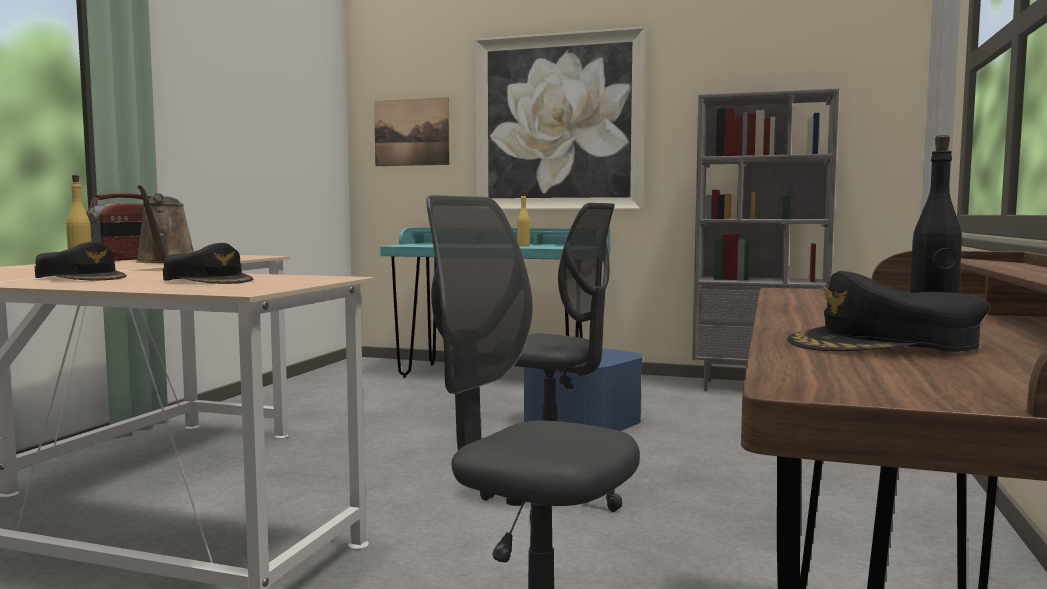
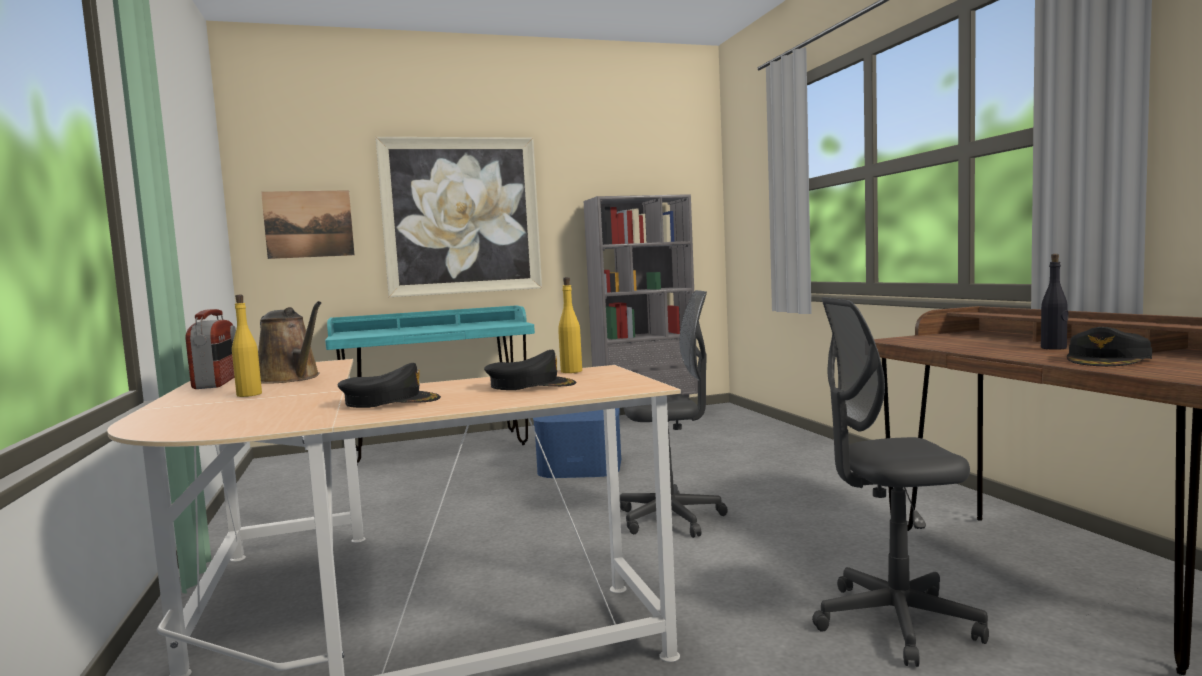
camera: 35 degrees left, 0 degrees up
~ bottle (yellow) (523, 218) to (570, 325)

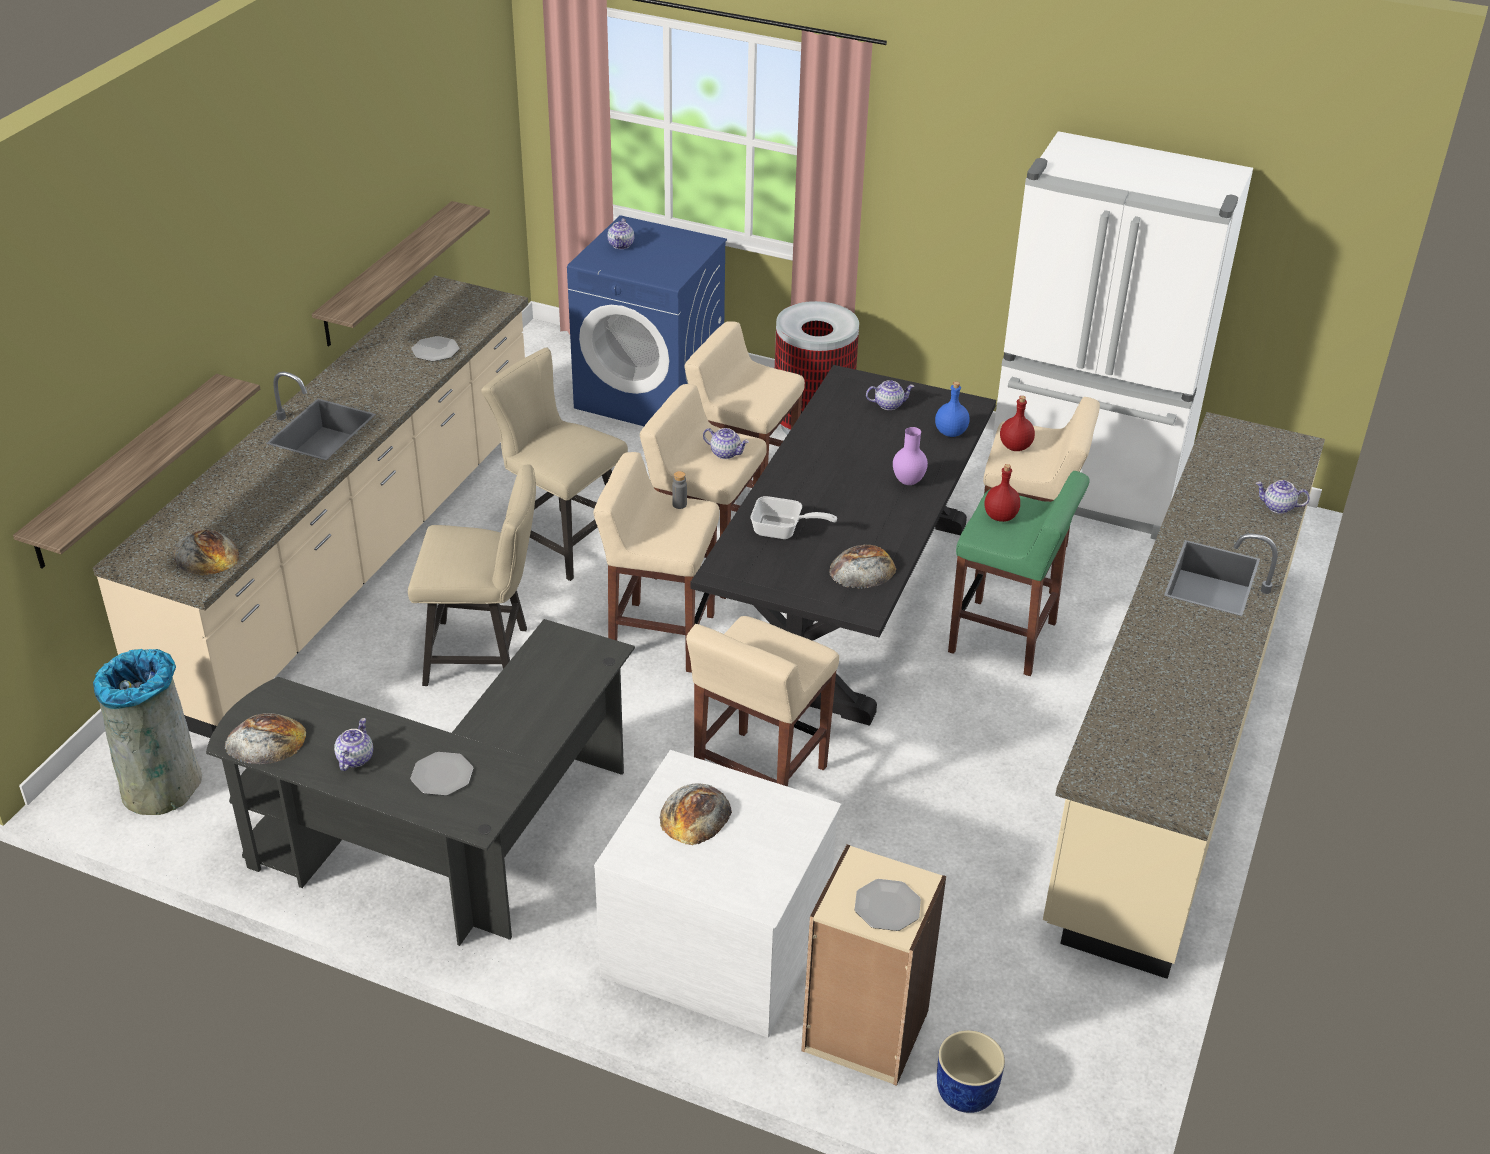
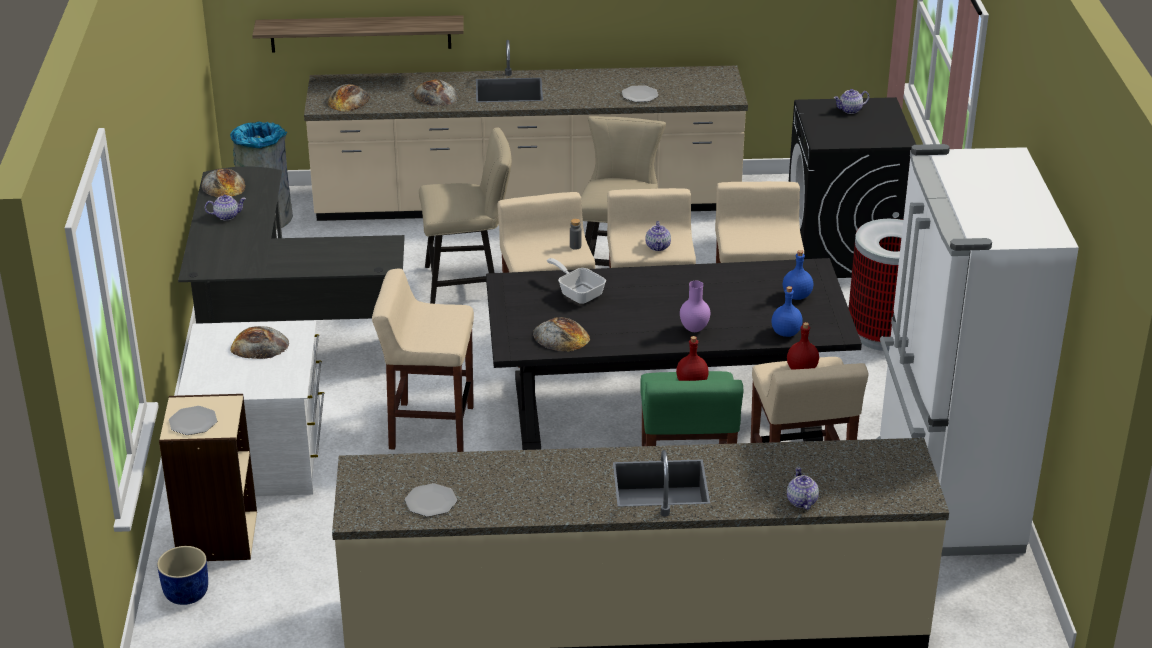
camera: 65 degrees right, 5 degrees down
- shelf (401, 273)
~ washing machine (blue) (647, 320) to washing machine (black) (852, 187)
~ teapot (890, 395) to bottle (blue) (798, 275)
~ chair (beige) (472, 575) = (465, 215) 75 degrees counterclockwise
~ frying pan (793, 517) = (576, 281) 150 degrees clockwise
~ plate (441, 774) to (431, 500)
+ bread (436, 92)

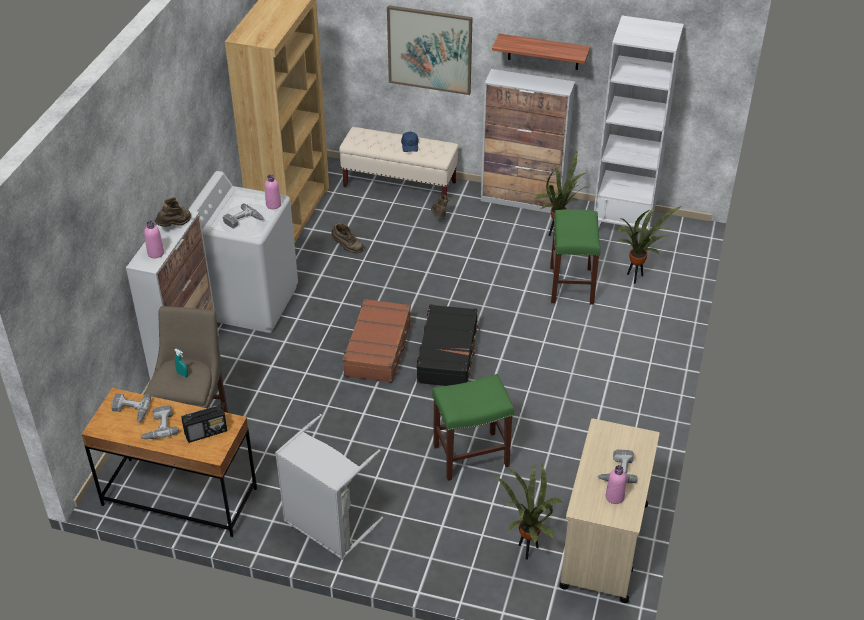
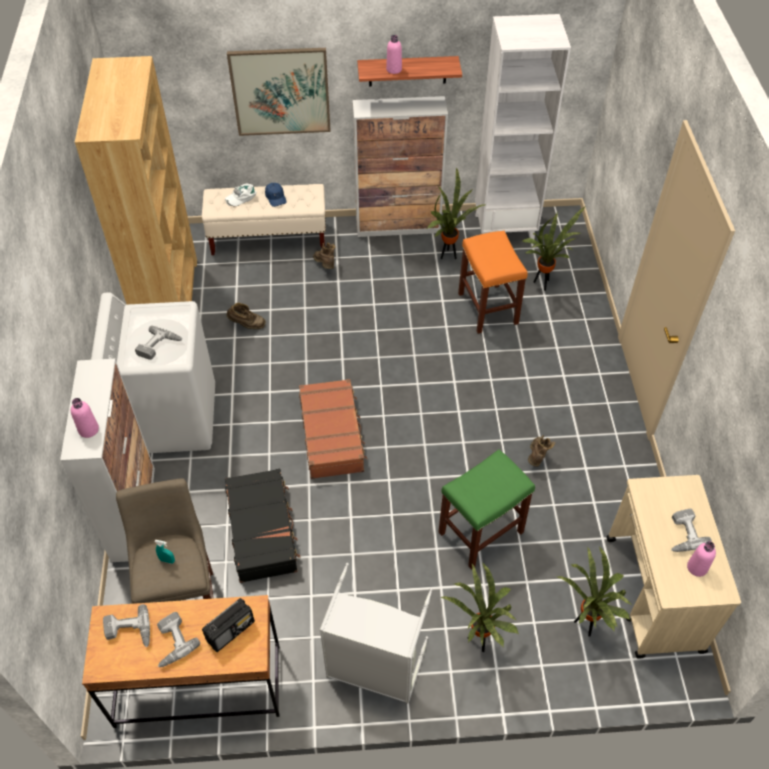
camera: 20 degrees left, 10 degrees up
~ bottle (pink) (273, 192) to (394, 54)
~ boot (brown) (172, 212) to (541, 451)
~ stool (green) (575, 257) to stool (orange) (493, 282)
~ suitcase (black) (448, 345) to (263, 526)
+ cap (white) (241, 195)
+ potted plant (479, 607)

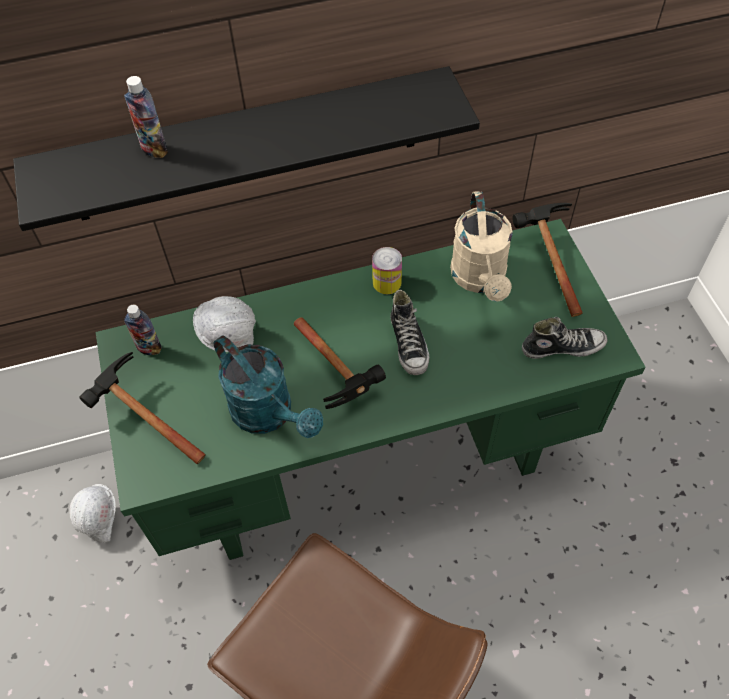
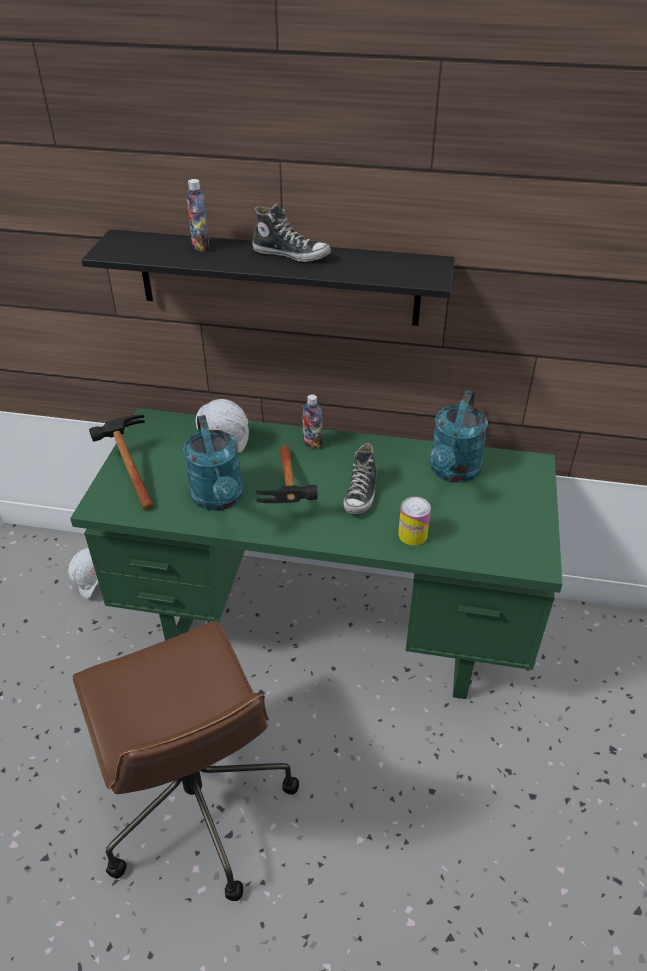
camera: 25 degrees right, 15 degrees down
~ watering can (beige) (481, 246) to watering can (turquoise) (459, 436)
- hammer (547, 260)
~ can (387, 270) to (414, 521)
~ bottle (143, 330) to (312, 421)
~ shoe (565, 338) to (291, 233)

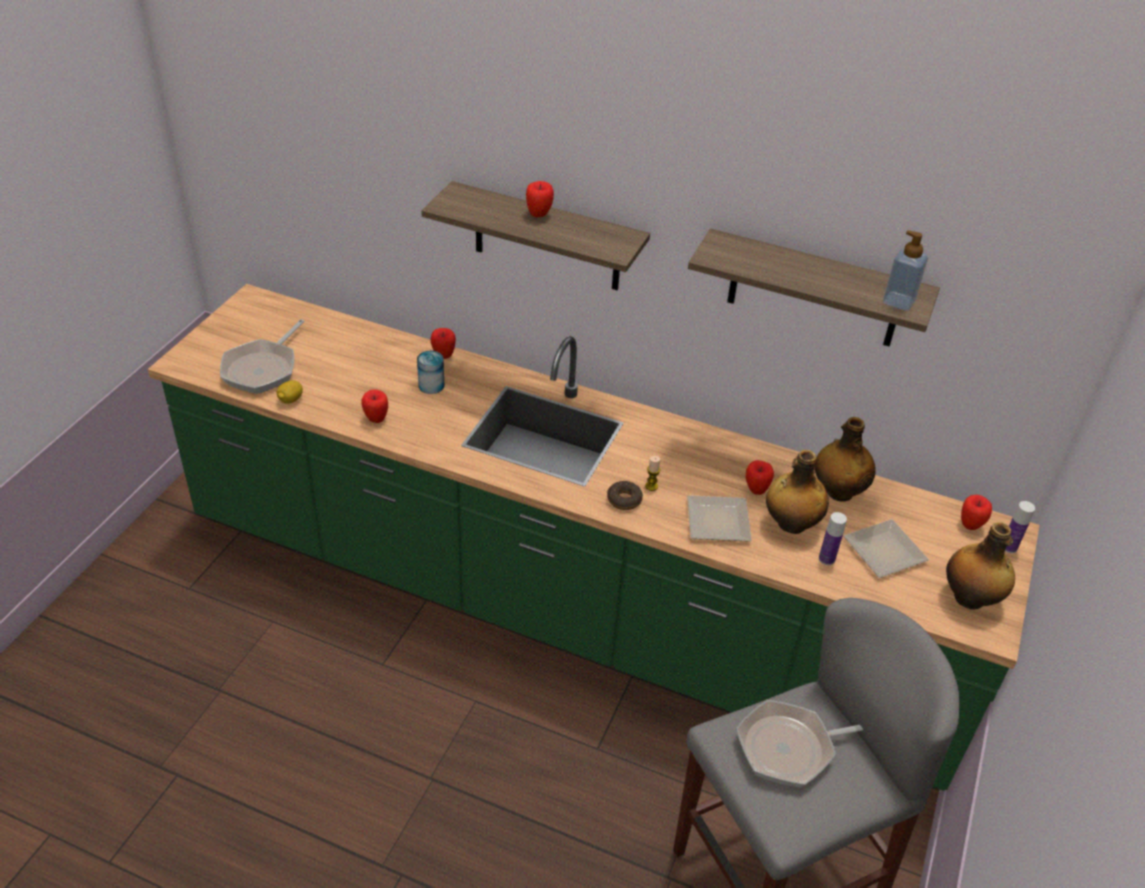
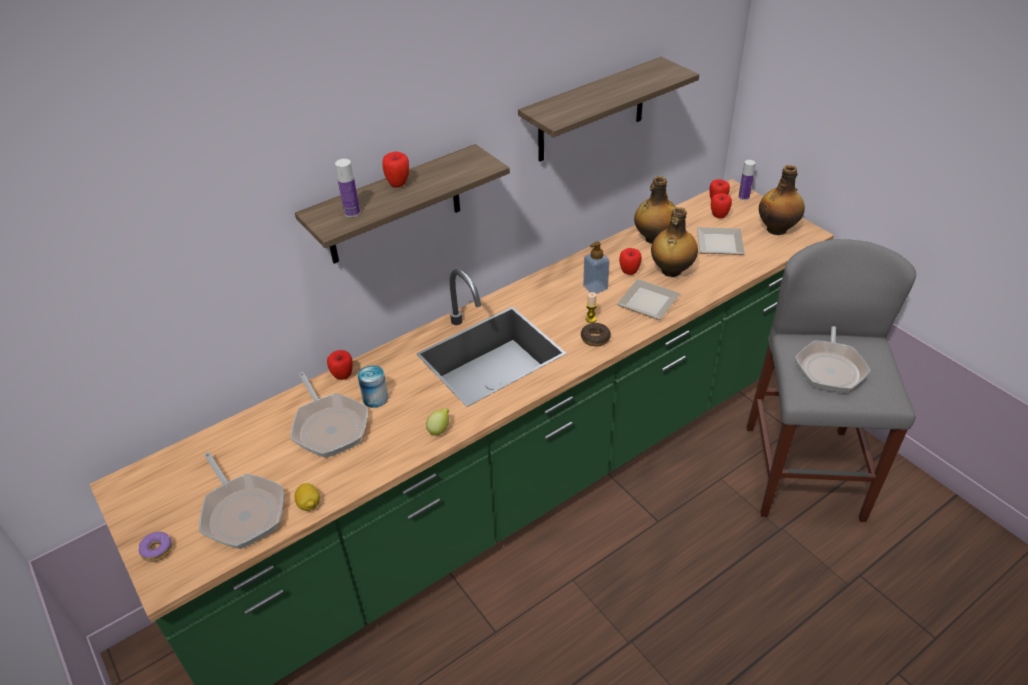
camera: 55 degrees left, 0 degrees up
~ soap dispenser (905, 270) to (596, 267)
~ apple (375, 406) to (721, 206)
~ bottle (833, 538) to (347, 188)
+ frying pan (329, 415)
+ lemon (437, 422)
+ donut (155, 547)

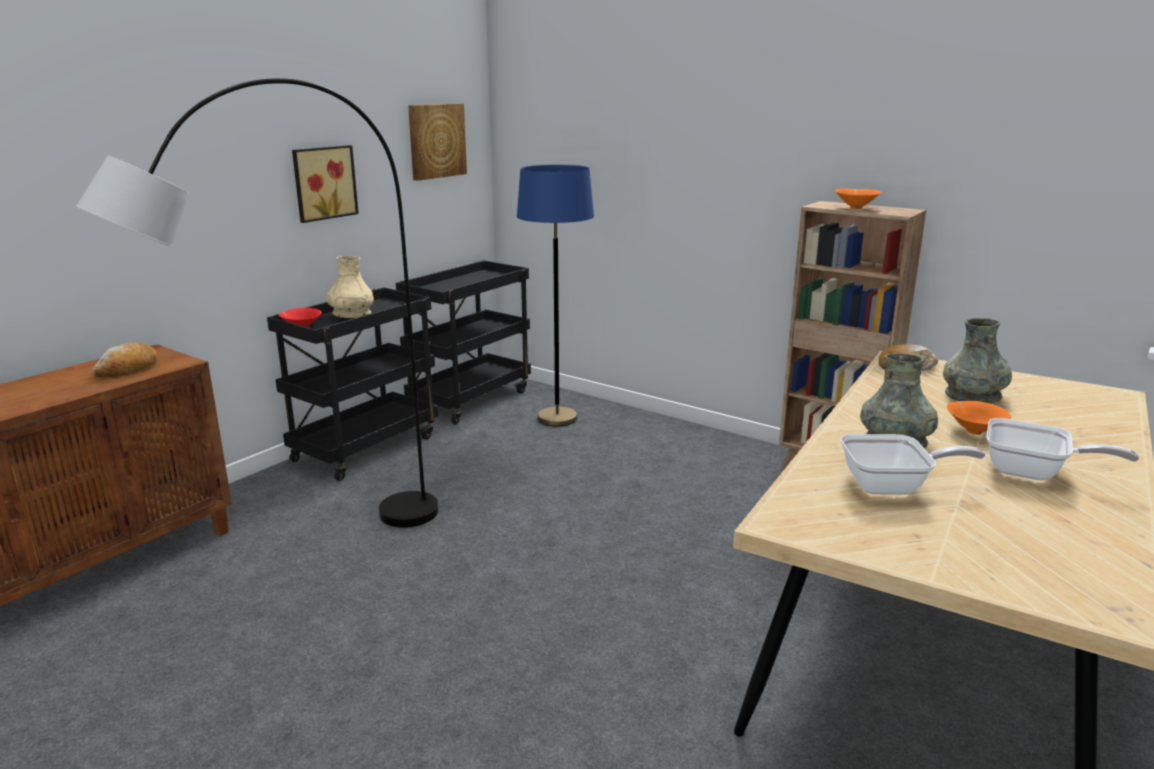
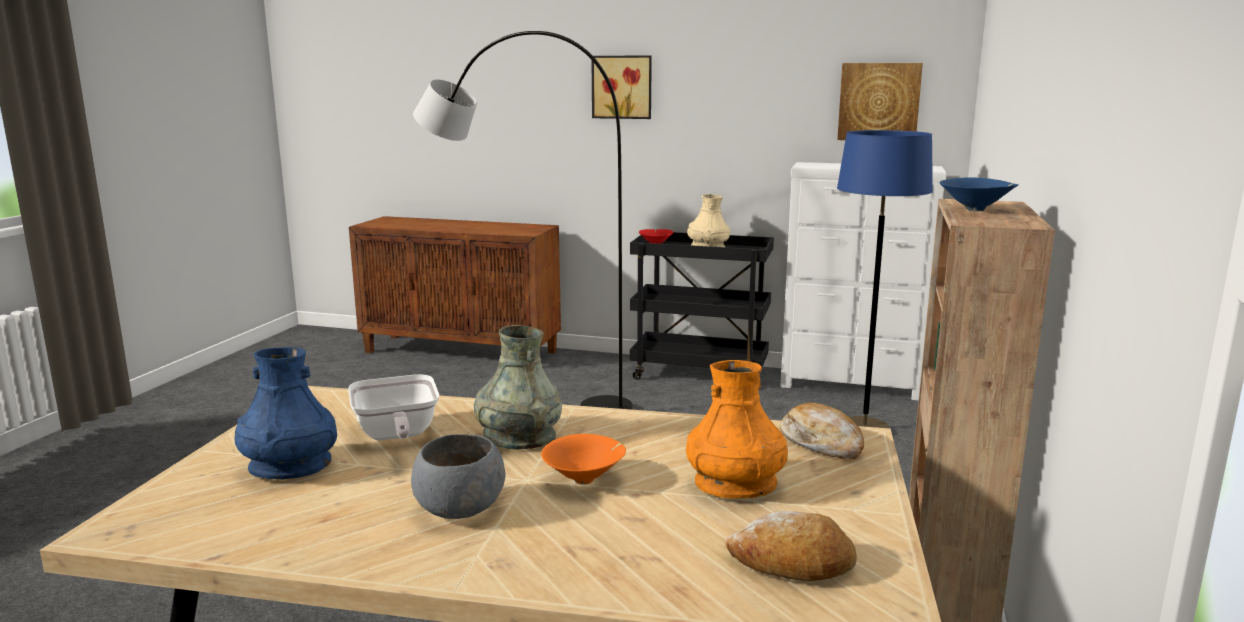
camera: 70 degrees right, 5 degrees down
~ picture (325, 184) to (622, 87)
~ bowl (orange) (858, 198) to bowl (blue) (978, 194)
~ cart (black) (463, 343) to dresser (white) (863, 281)
~ vase (grey) (977, 361) to vase (orange) (737, 429)
~ bread (125, 359) to (791, 546)
~ frying pan (1062, 449) to bowl (grey) (458, 476)
+ vase (blue) (286, 413)

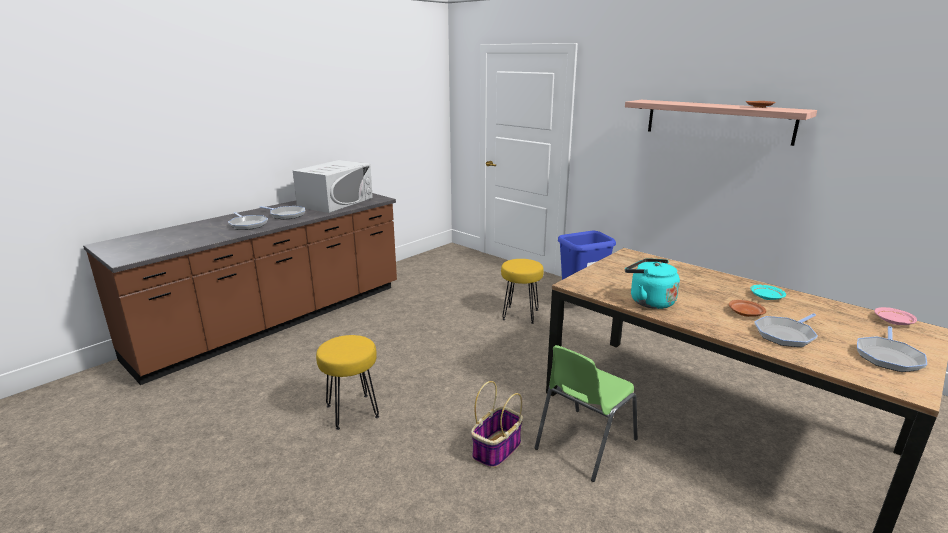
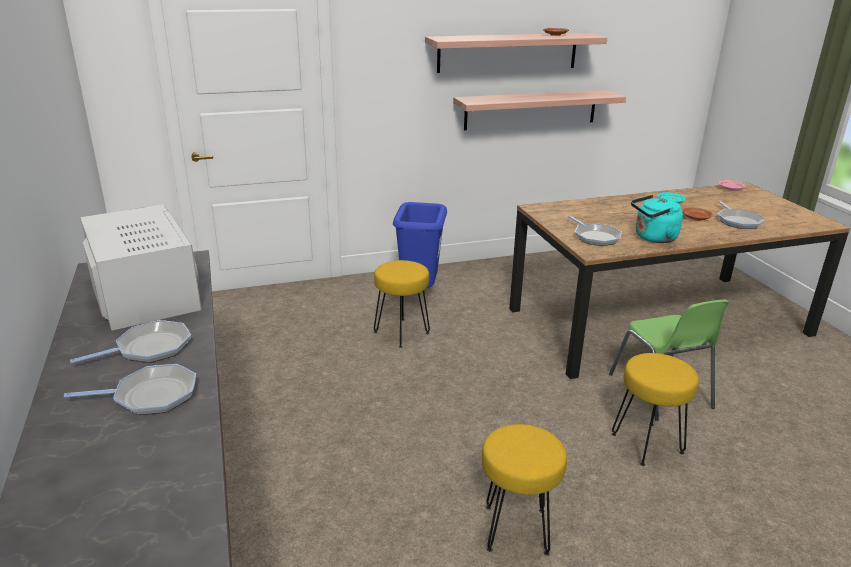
camera: 60 degrees left, 5 degrees up
~ frying pan (892, 349) to (594, 230)
~ basket (497, 424) to stool (yellow) (655, 409)
+ shelf (539, 110)

